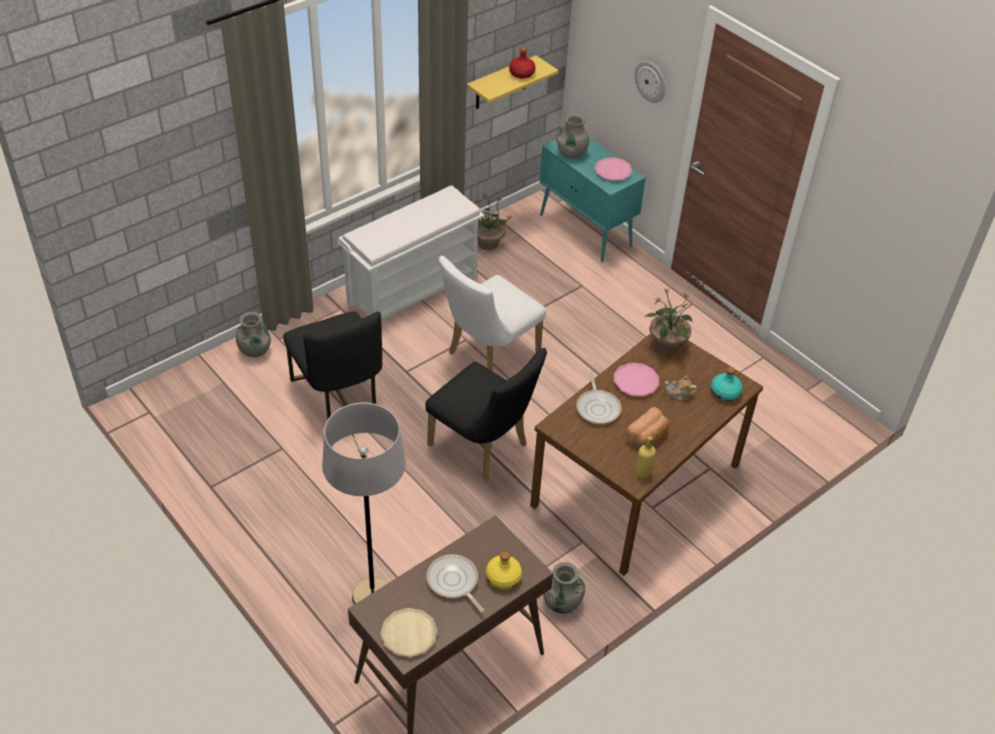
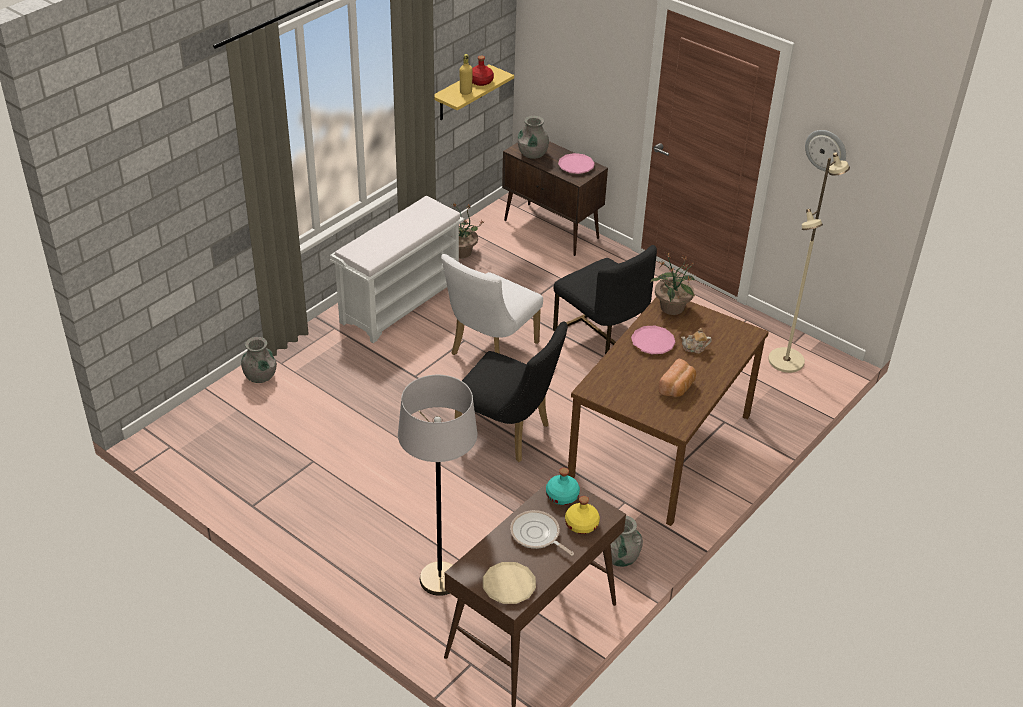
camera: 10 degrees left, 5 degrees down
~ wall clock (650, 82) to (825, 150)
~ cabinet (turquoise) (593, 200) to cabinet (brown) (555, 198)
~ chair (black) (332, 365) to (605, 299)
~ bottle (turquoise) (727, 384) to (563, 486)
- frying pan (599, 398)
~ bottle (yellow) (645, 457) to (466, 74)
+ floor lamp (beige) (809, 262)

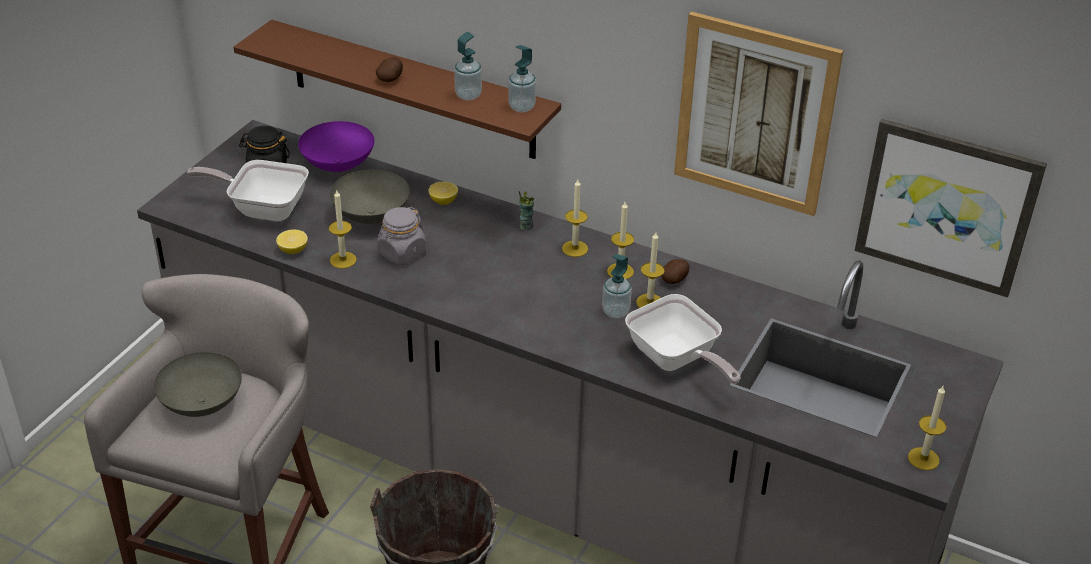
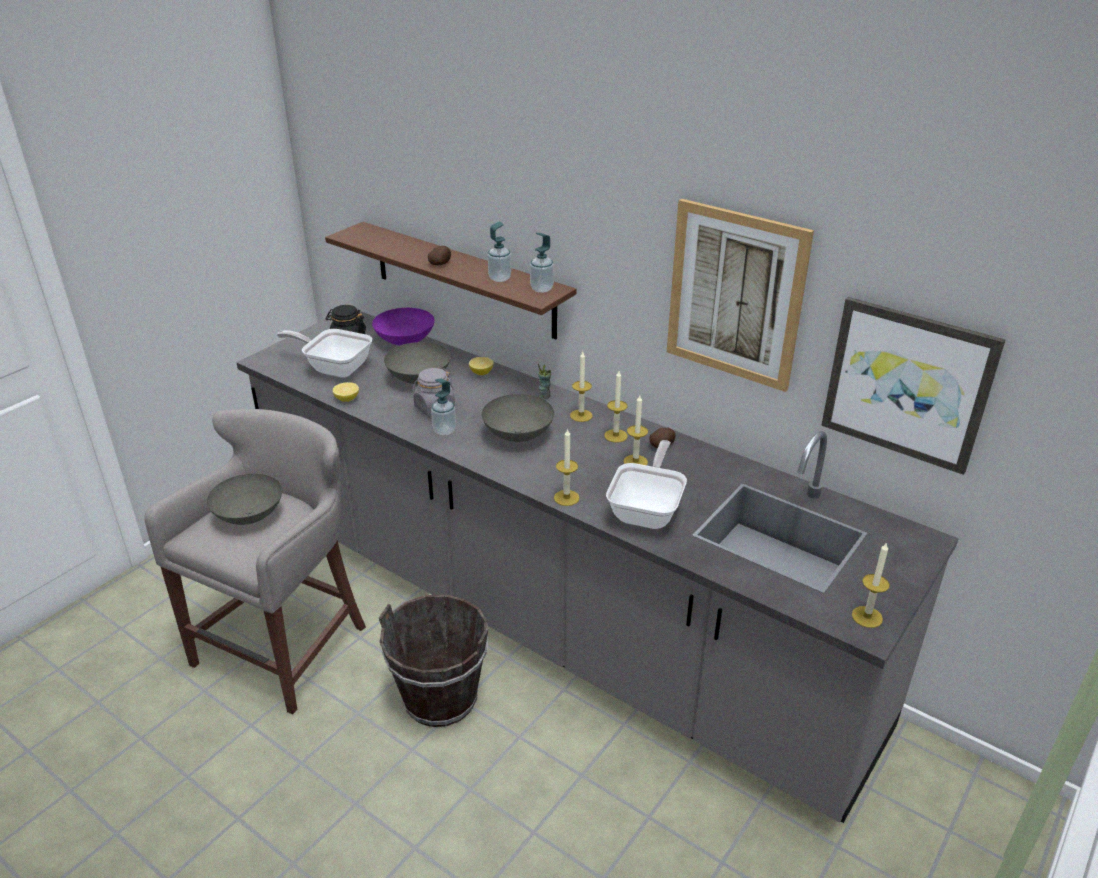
camera: 10 degrees right, 5 degrees down
~ candle (343, 229) to (566, 467)
~ soap dispenser (617, 286) to (443, 406)
~ frying pan (683, 339) = (646, 484) 135 degrees counterclockwise
+ bowl (grey) (518, 418)

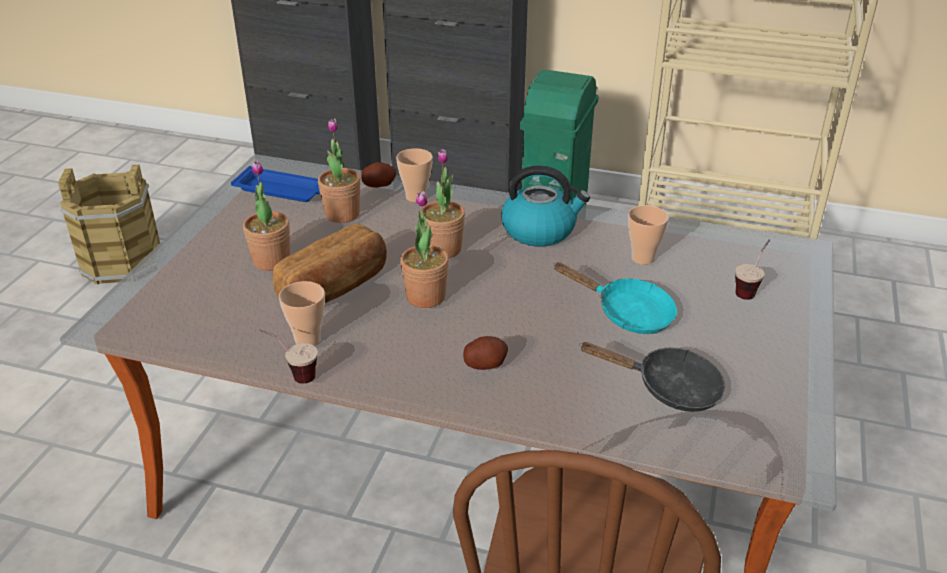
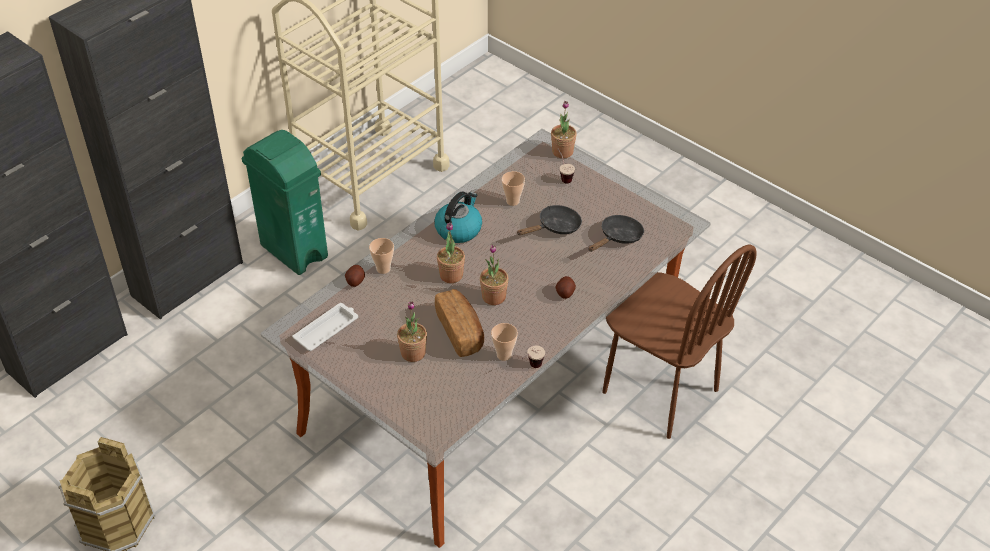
camera: 65 degrees left, 10 degrees up
~ potted plant (339, 170) to (564, 129)
~ tray (blue) (275, 184) to tray (white) (325, 327)
~ frying pan (turquoise) (615, 298) to frying pan (black) (549, 220)

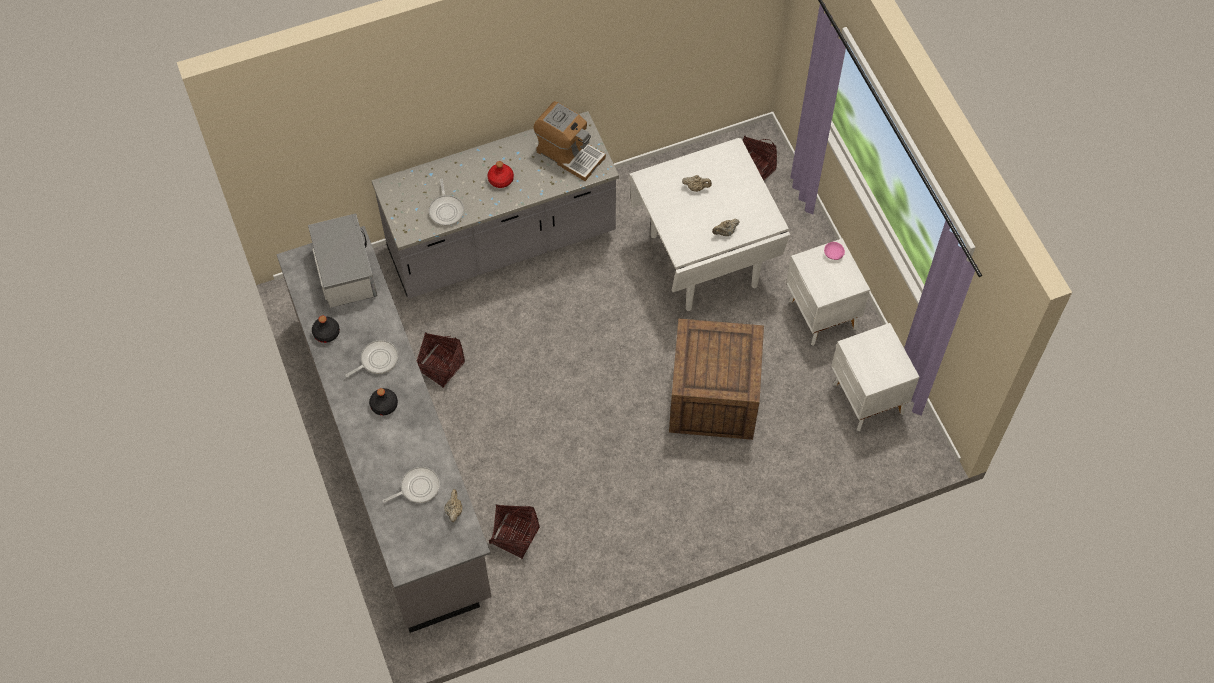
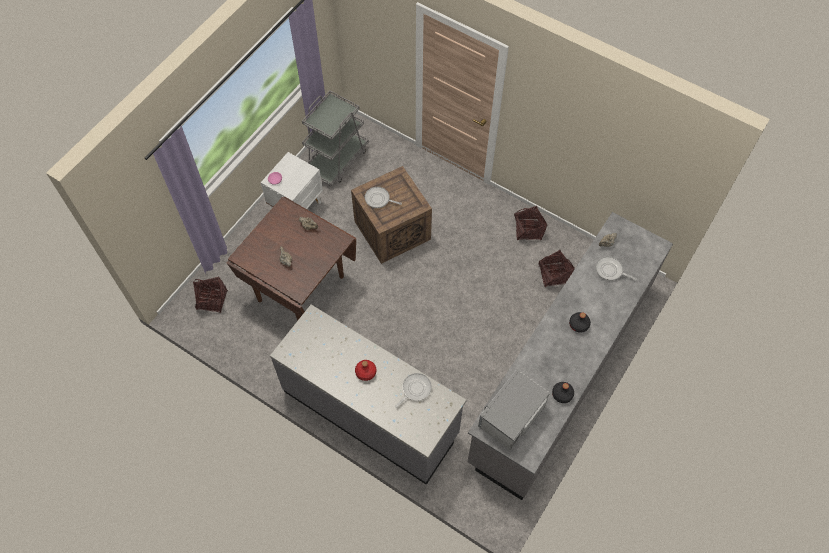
camera: 125 degrees left, 0 degrees up
- coffee machine (570, 141)
~ dining table (white) (709, 224) to dining table (brown) (291, 259)
~ nightstand (white) (875, 377) to cart (grey) (335, 138)
~ basket (441, 360) to (530, 223)
~ frying pan (371, 358) to (383, 197)

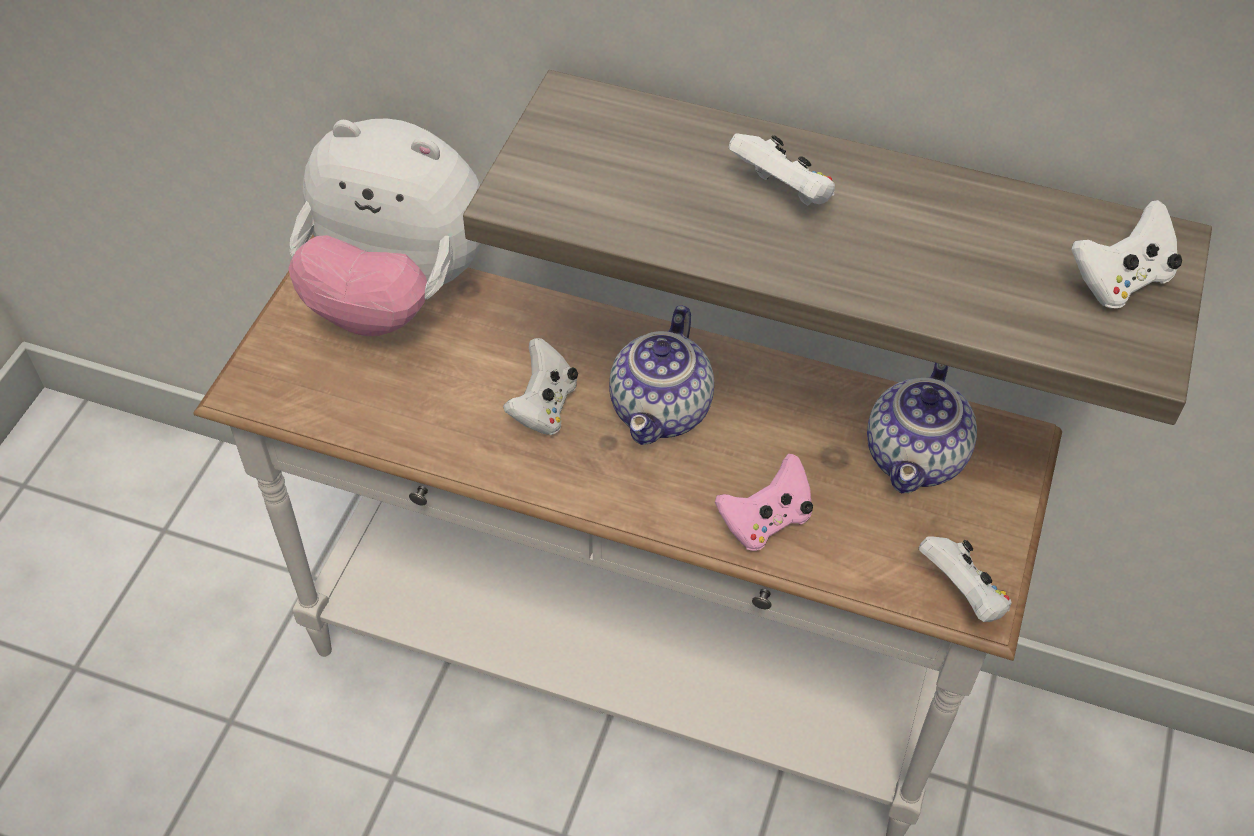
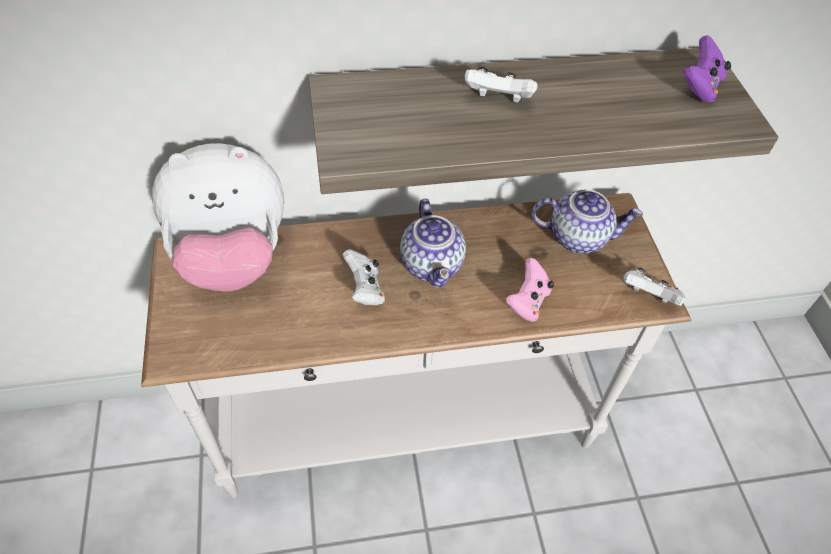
camera: 30 degrees left, 0 degrees up
~ game controller (white) (1126, 254) to game controller (purple) (707, 68)
~ teapot (922, 428) = (587, 221) 75 degrees counterclockwise

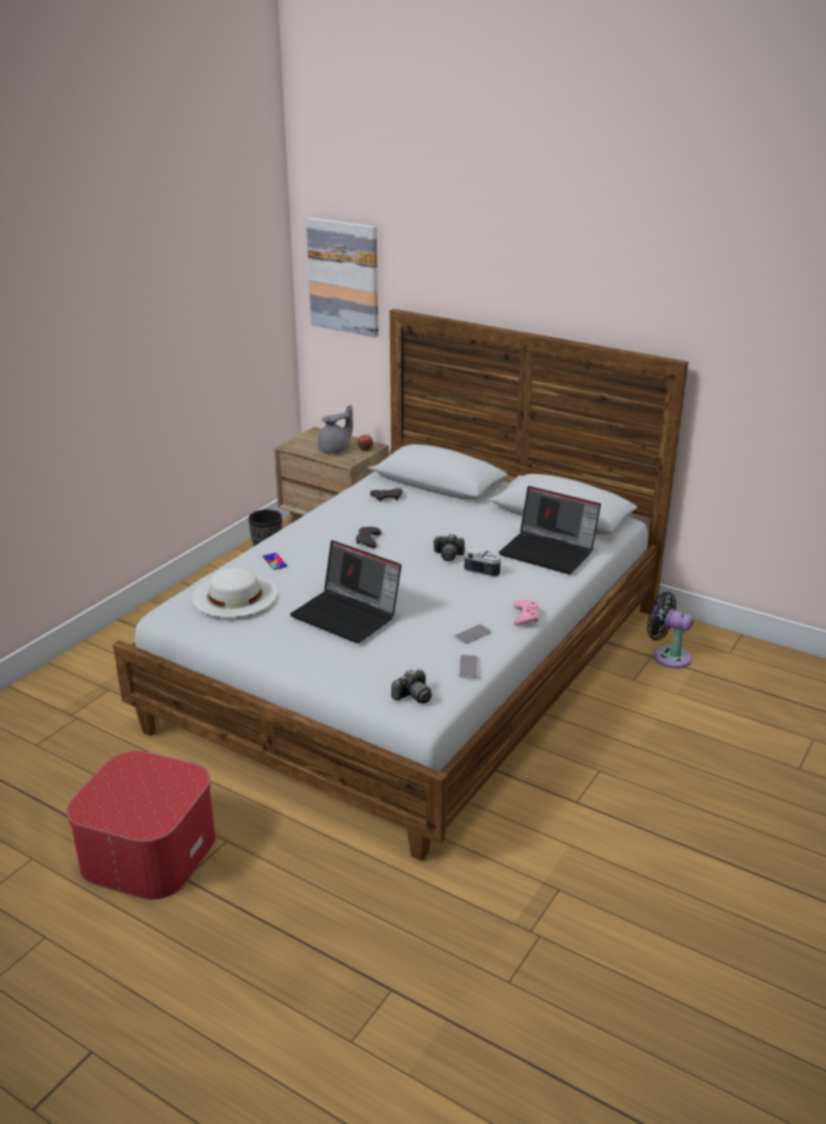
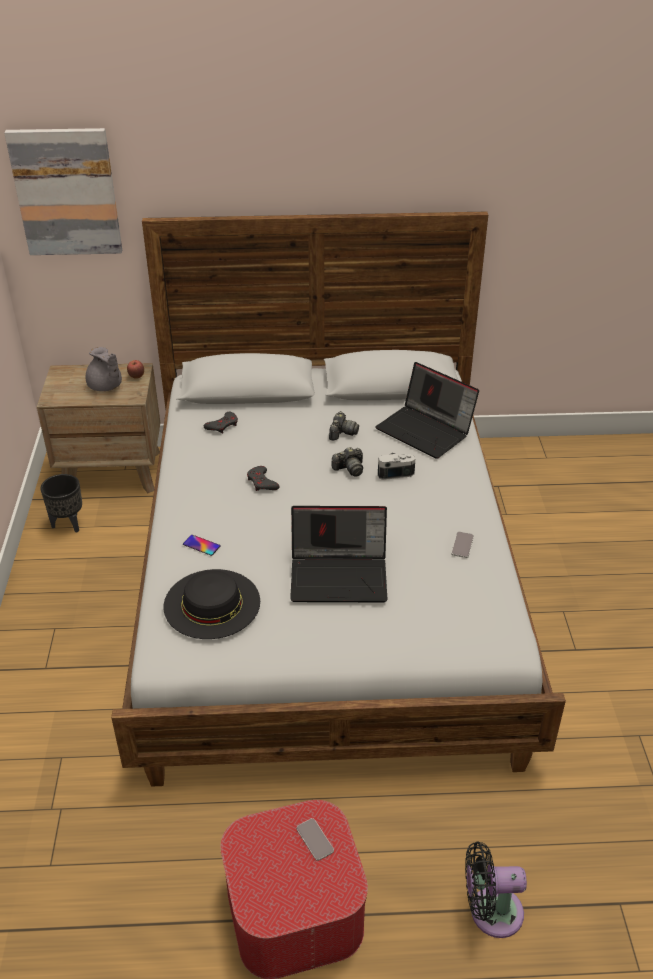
camera: 35 degrees left, 10 degrees up
~ teapot (grey) (335, 429) = (104, 369) 120 degrees clockwise
~ laptop (550, 530) = (427, 410) 45 degrees clockwise
~ hat (white) (235, 592) to hat (black) (211, 604)
~ fan (black) (670, 630) to (496, 890)
- game controller (pink) (526, 612)
~ phone (468, 666) to (315, 839)
~ photo camera (411, 686) to (344, 426)

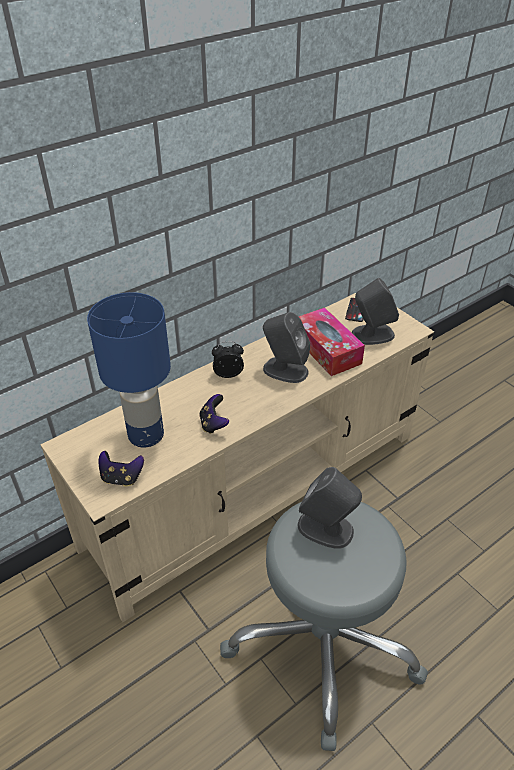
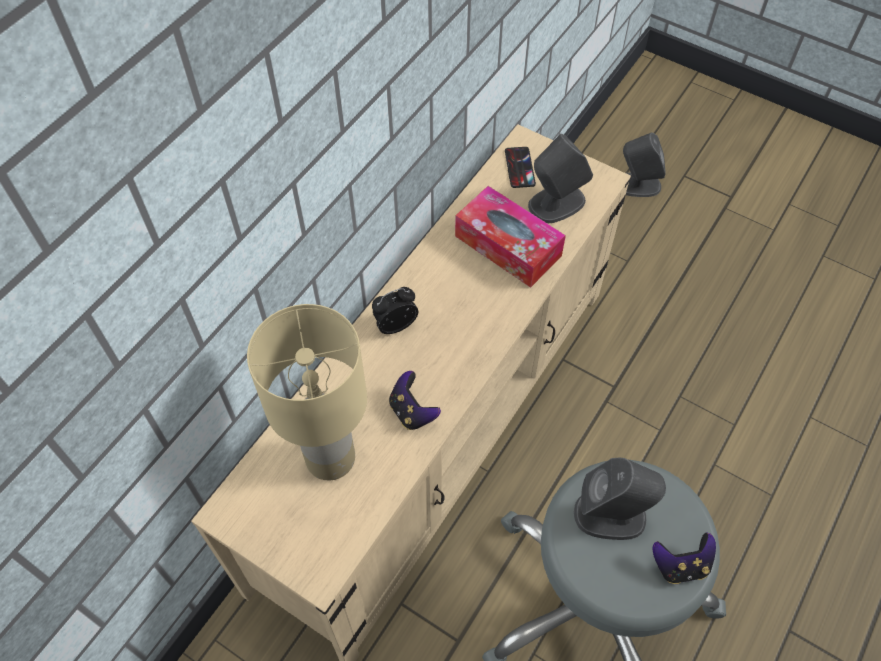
camera: 20 degrees left, 15 degrees up
~ table lamp (blue) (129, 369) to table lamp (beige) (307, 392)
~ speaker (grey) (286, 347) to (644, 165)
~ game controller (121, 469) to (684, 558)

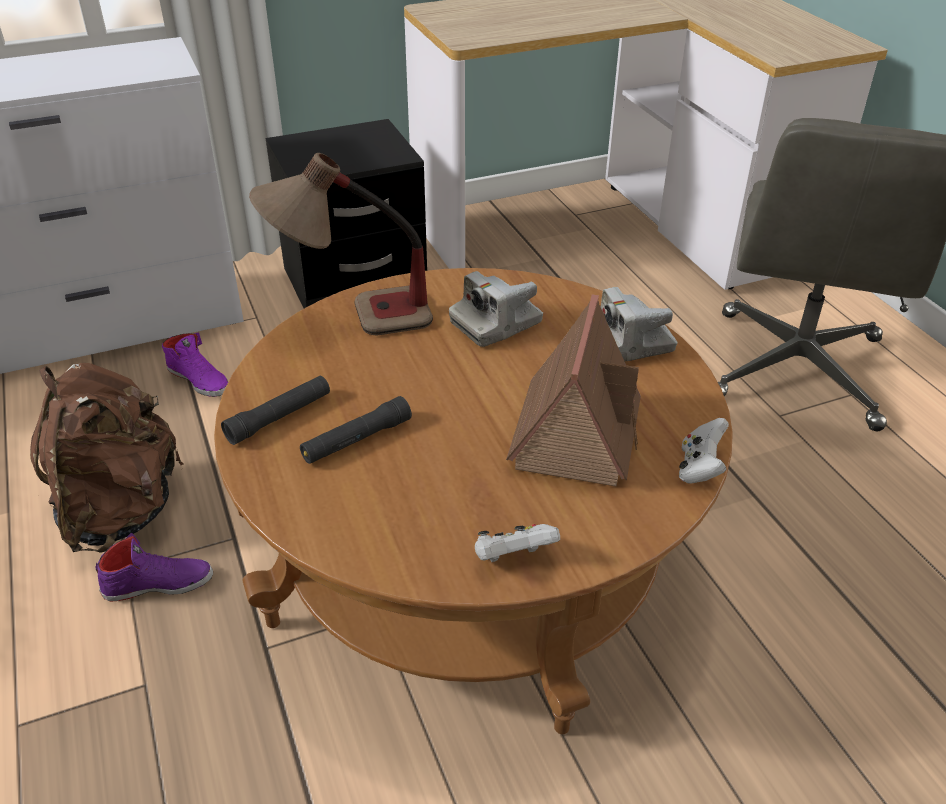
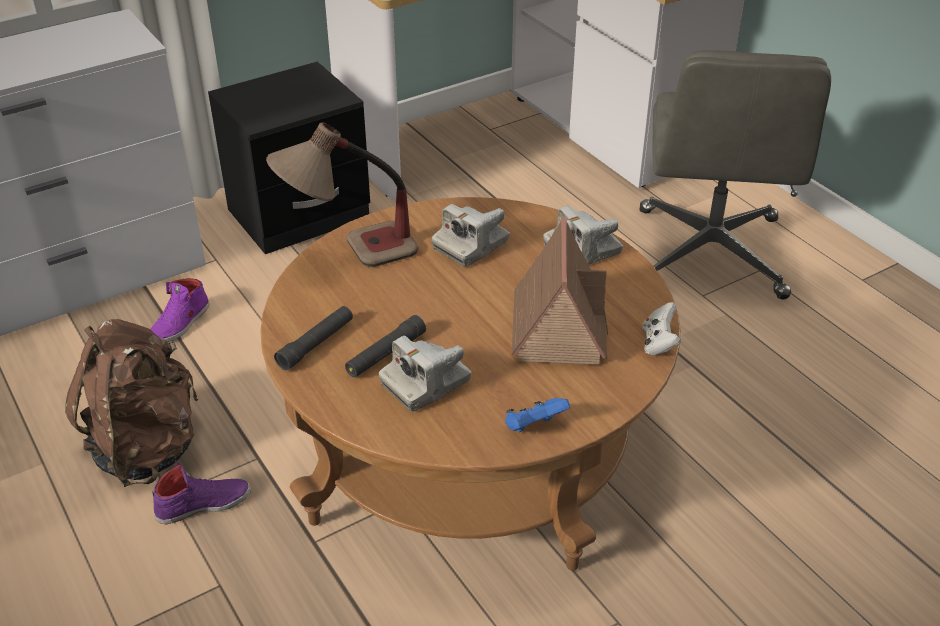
camera: 10 degrees left, 0 degrees up
~ shoe (purple) (195, 365) = (180, 310) 90 degrees clockwise
~ game controller (white) (517, 543) to game controller (blue) (537, 415)
+ photo camera (425, 374)

